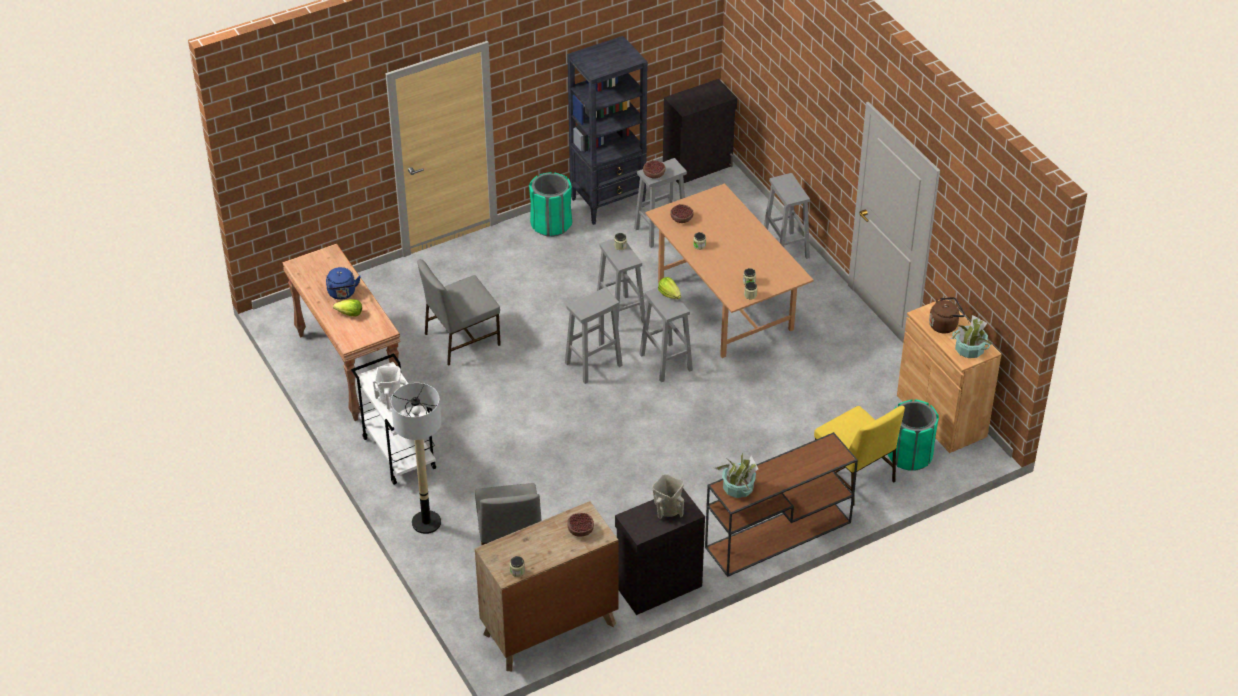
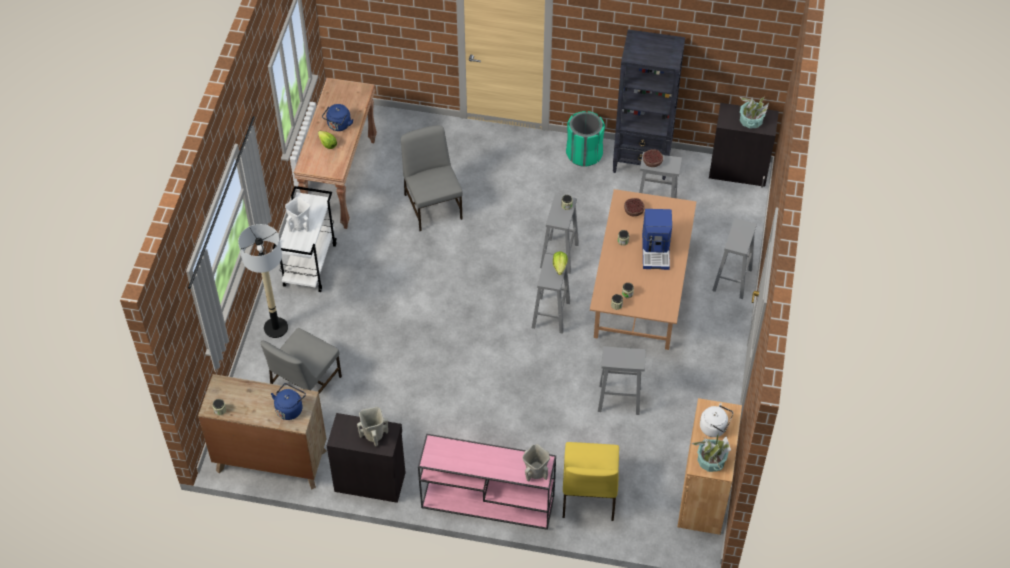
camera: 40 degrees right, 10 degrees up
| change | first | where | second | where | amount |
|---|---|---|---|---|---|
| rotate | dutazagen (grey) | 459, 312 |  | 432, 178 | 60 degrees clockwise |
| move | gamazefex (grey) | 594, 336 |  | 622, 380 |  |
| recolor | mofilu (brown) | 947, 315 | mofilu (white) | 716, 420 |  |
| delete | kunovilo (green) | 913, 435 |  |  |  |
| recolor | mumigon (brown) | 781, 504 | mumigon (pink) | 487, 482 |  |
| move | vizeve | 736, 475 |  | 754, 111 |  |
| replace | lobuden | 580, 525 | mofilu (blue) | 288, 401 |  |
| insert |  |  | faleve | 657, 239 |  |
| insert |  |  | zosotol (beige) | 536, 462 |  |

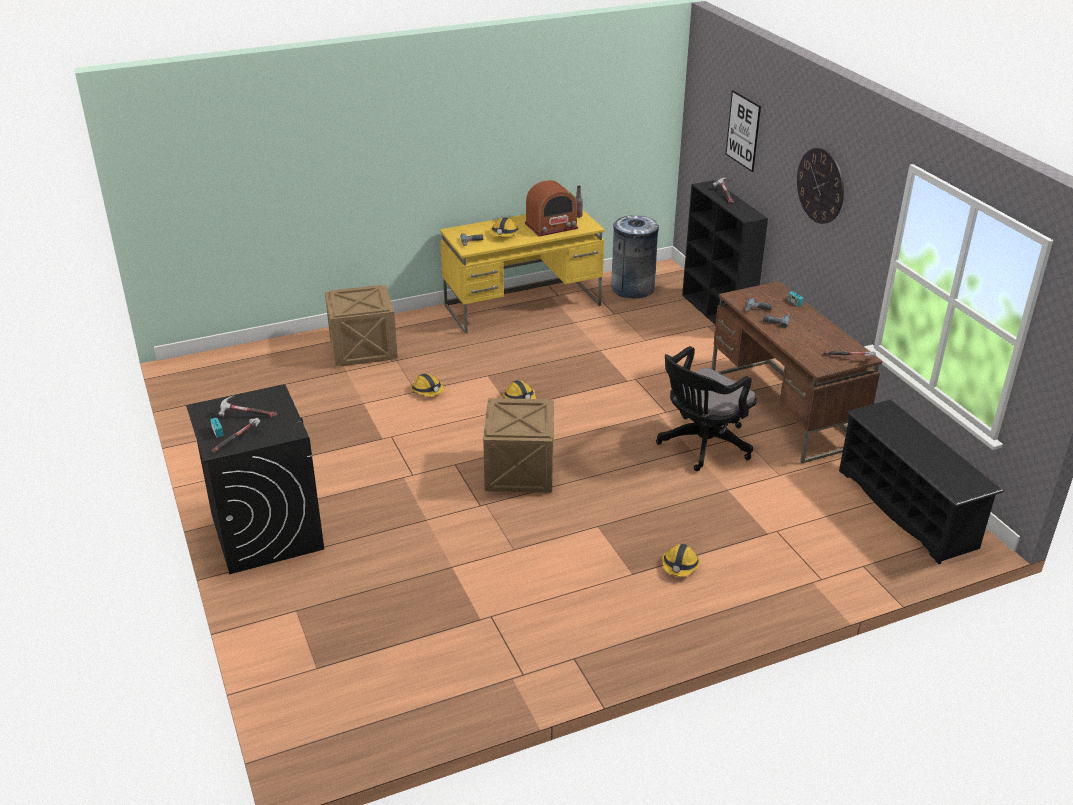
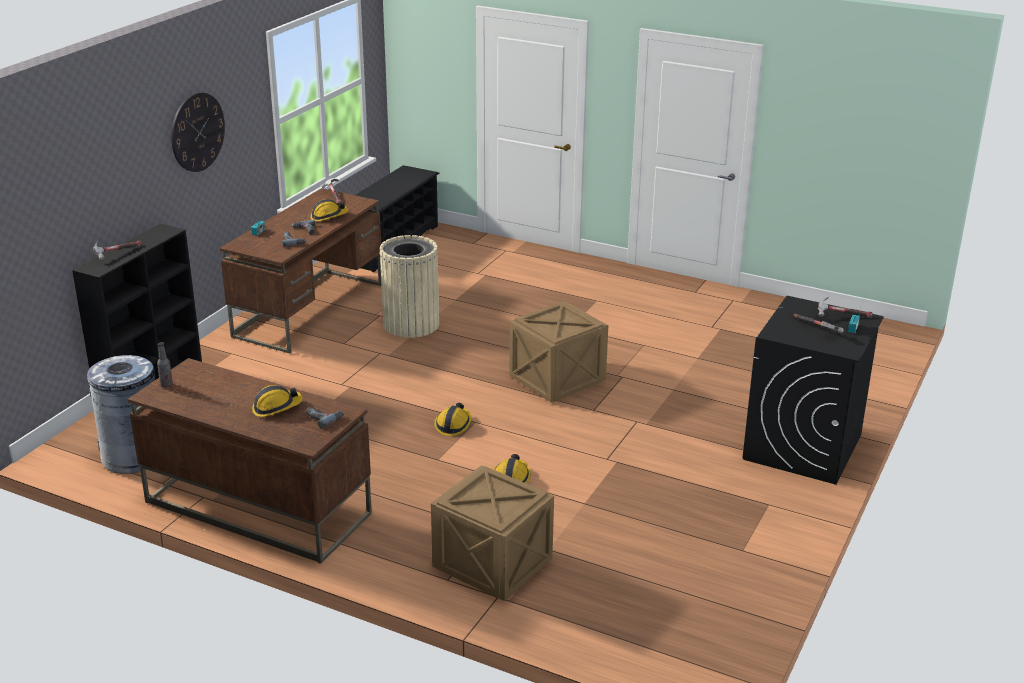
camera: 130 degrees left, 5 degrees down
| change | first | where | second | where | amount |
|---|---|---|---|---|---|
| delete | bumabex | 743, 131 |  |  |  |
| delete | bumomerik | 551, 208 |  |  |  |
| recolor | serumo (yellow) | 522, 272 | serumo (brown) | 249, 461 |  |
| replace | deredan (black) | 706, 408 | kunovilo (beige) | 409, 286 |  |
| move | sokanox | 681, 560 |  | 329, 210 |  |

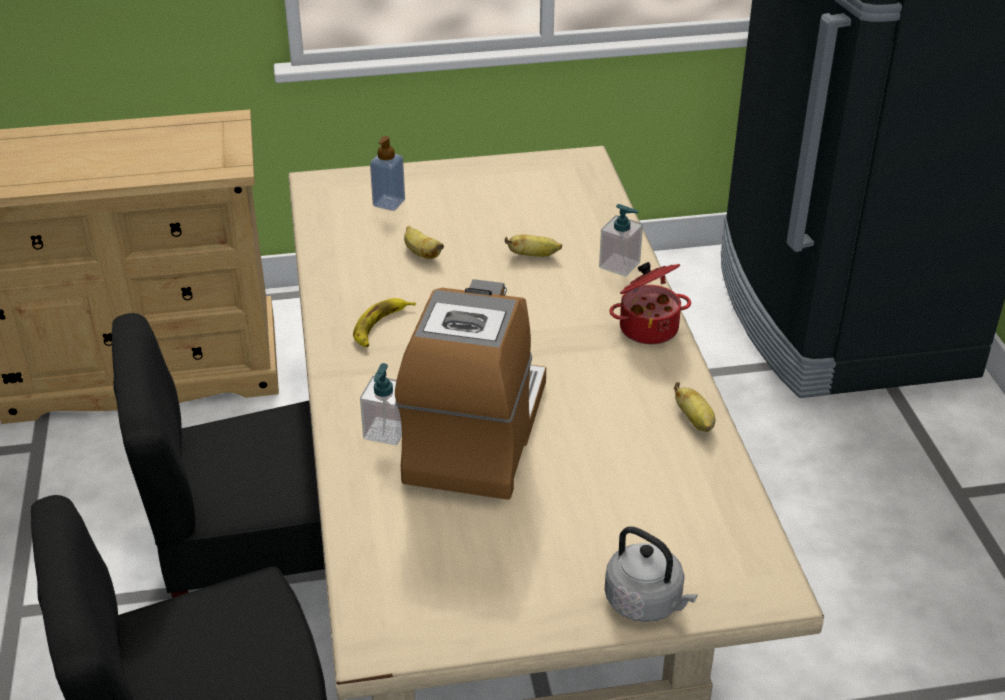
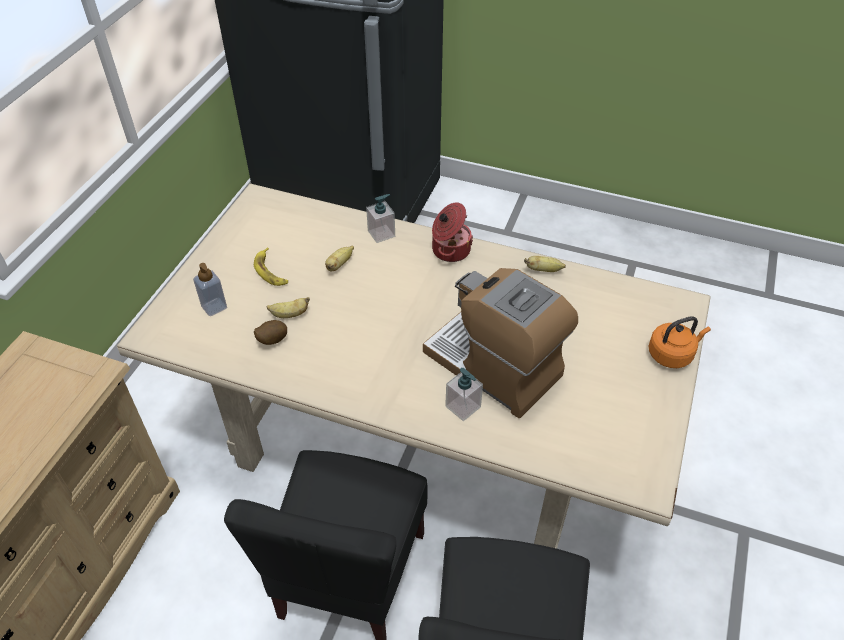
camera: 60 degrees left, 10 degrees up
| change | first | where | second | where | amount |
|---|---|---|---|---|---|
| move | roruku | 384, 322 |  | 271, 266 |  |
| recolor | mofilu (grey) | 651, 574 | mofilu (orange) | 680, 342 |  |
| insert |  |  | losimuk | 270, 332 |  |

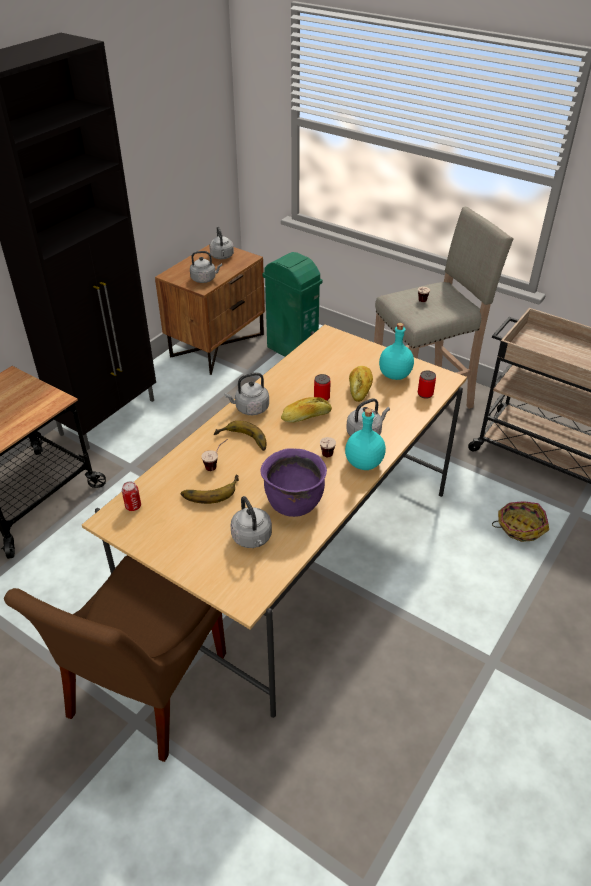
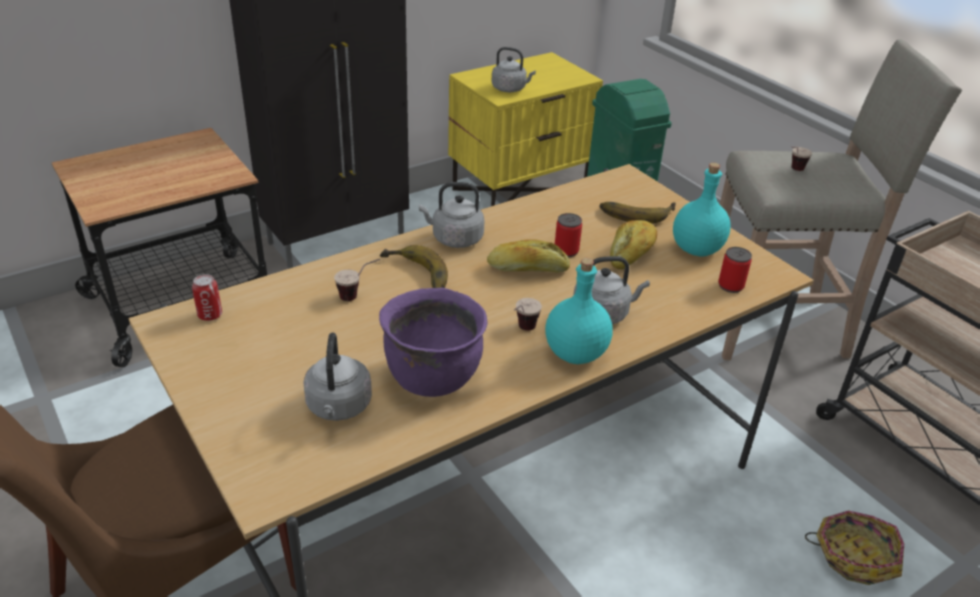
camera: 20 degrees right, 5 degrees down
| change | first | where | second | where | amount |
|---|---|---|---|---|---|
| delete | mofilu (grey) | 221, 243 |  |  |  |
| recolor | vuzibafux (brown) | 210, 309 | vuzibafux (yellow) | 525, 129 |  |
| move | roruku | 210, 489 |  | 638, 213 |  |

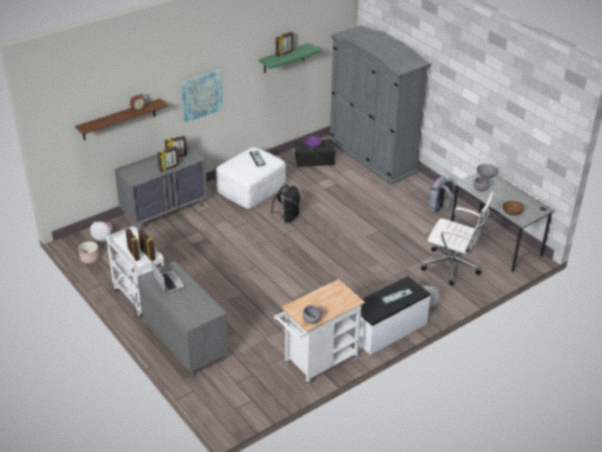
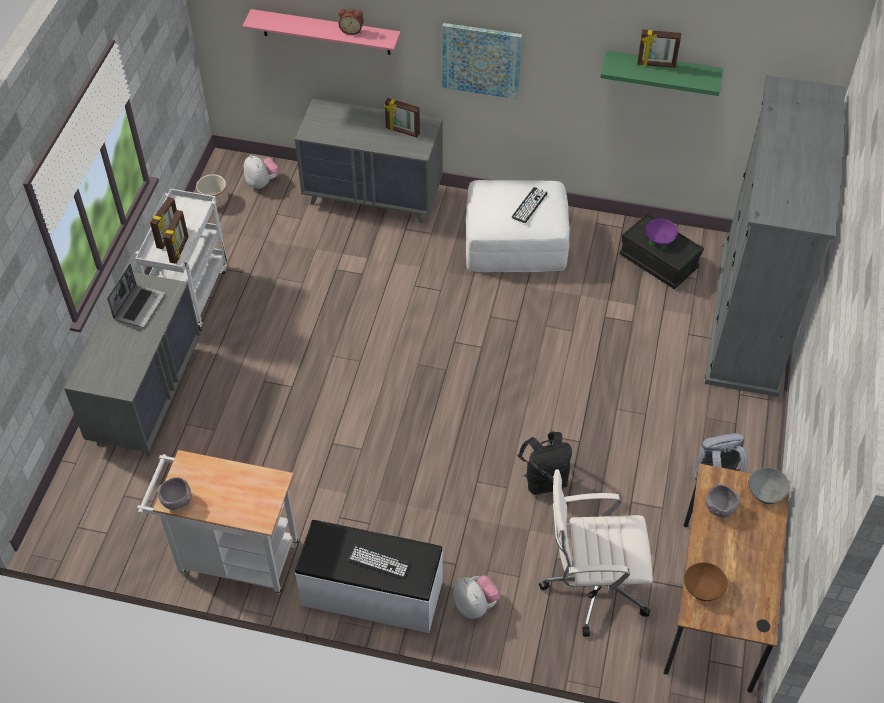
camera: 50 degrees right, 15 degrees up
| change | first | where | second | where | amount |
|---|---|---|---|---|---|
| recolor | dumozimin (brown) | 121, 119 | dumozimin (pink) | 321, 32 |  |
| delete | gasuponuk | 168, 159 |  |  |  |
| recolor | serumo (grey) | 502, 222 | serumo (brown) | 726, 578 |  |
| move | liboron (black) | 285, 204 |  | 545, 463 |  |
| rotate | deredan (white) | 457, 238 |  | 596, 553 | 105 degrees clockwise |

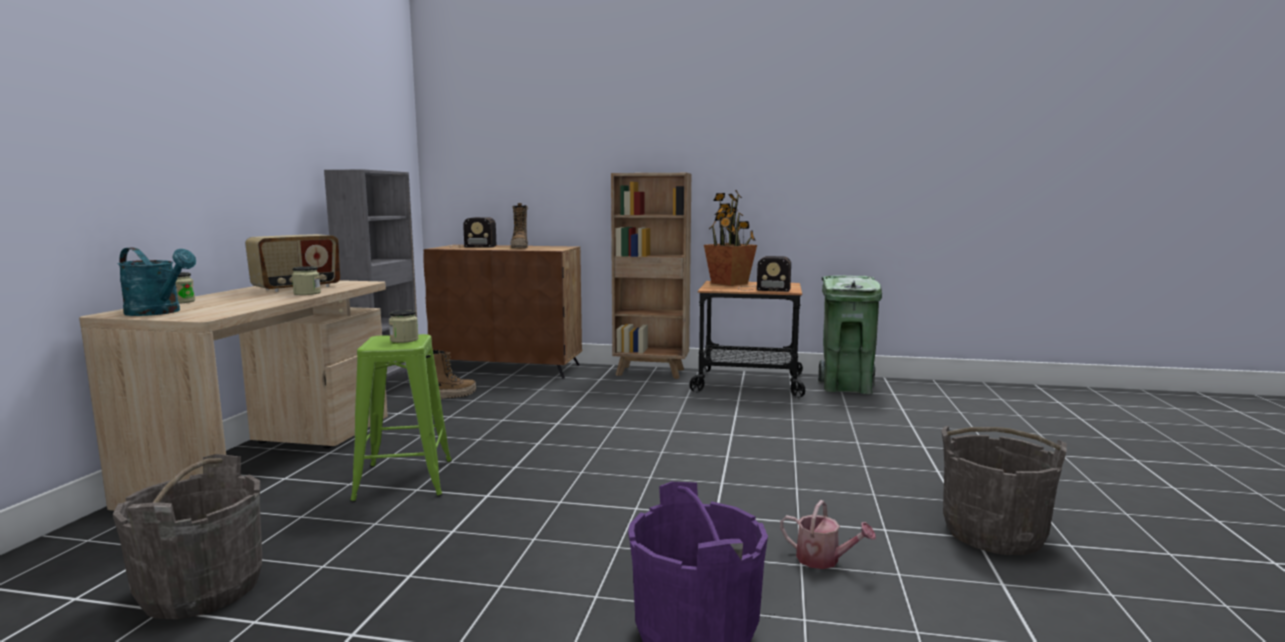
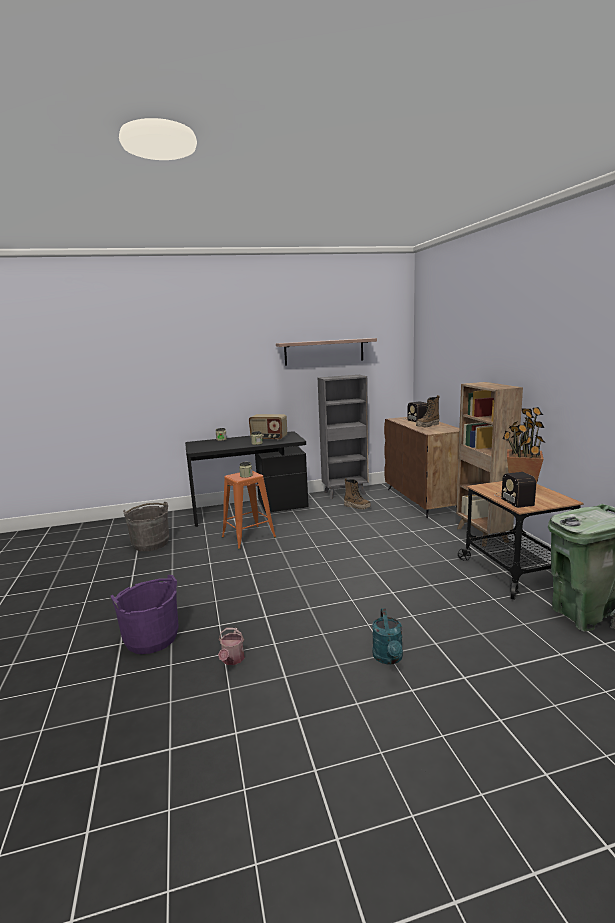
camera: 65 degrees right, 5 degrees up
| change | first | where | second | where | amount |
|---|---|---|---|---|---|
| move | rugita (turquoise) | 157, 281 |  | 387, 636 |  |
| recolor | serumo (beige) | 233, 395 | serumo (black) | 247, 479 |  |
| recolor | gamazefex (green) | 401, 418 | gamazefex (orange) | 249, 510 |  |
| delete | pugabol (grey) | 1004, 490 |  |  |  |
| insert |  |  | dumozimin | 326, 352 |  |

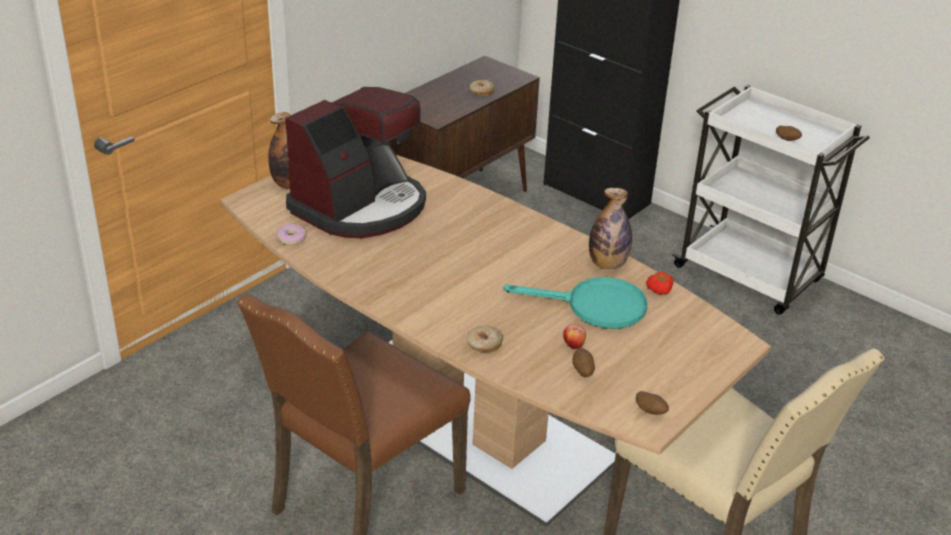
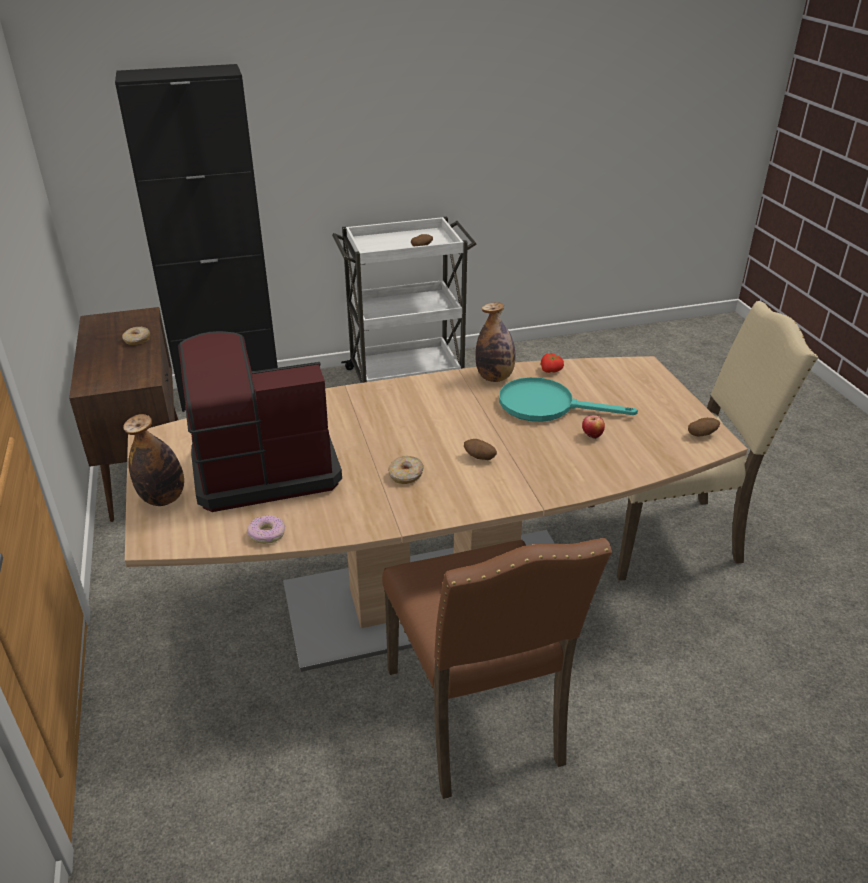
camera: 55 degrees left, 0 degrees up
| change | first | where | second | where | amount |
|---|---|---|---|---|---|
| rotate | faleve | 355, 162 |  | 260, 421 | 90 degrees counterclockwise |
| rotate | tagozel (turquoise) | 576, 303 |  | 568, 399 | 120 degrees counterclockwise |
| move | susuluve | 485, 339 |  | 406, 470 |  |
| move | losimuk | 583, 362 |  | 480, 449 |  |

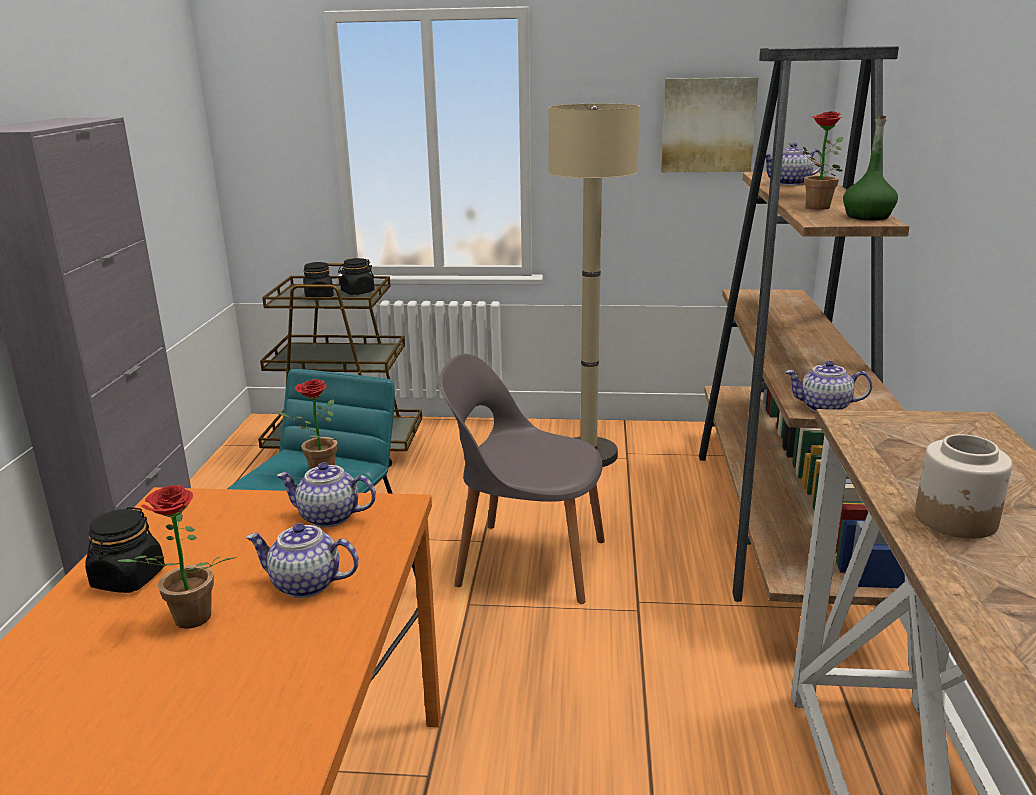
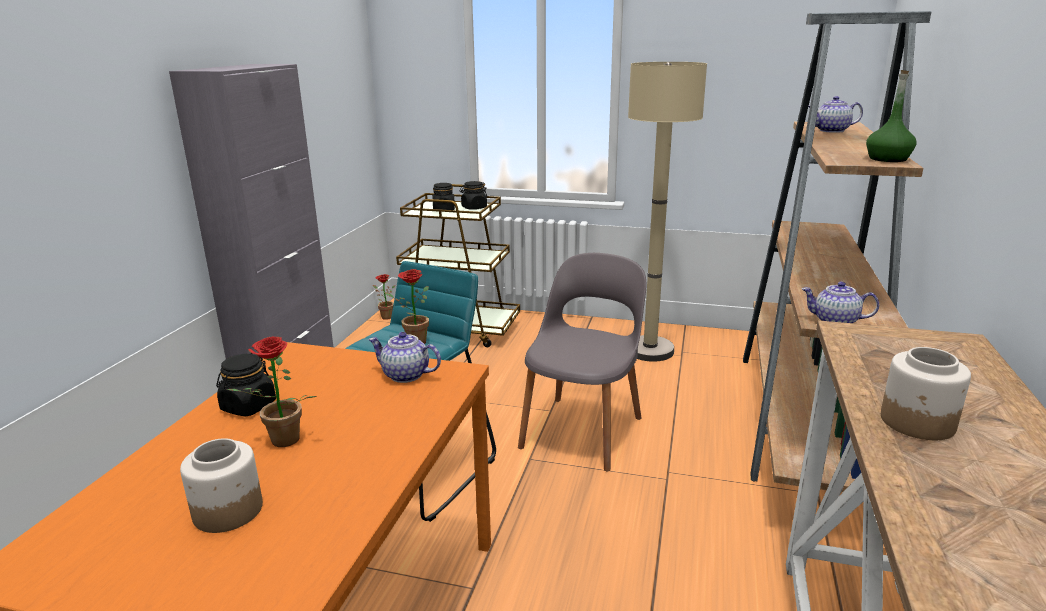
camera: 10 degrees right, 0 degrees up
| change | first | where | second | where | amount |
|---|---|---|---|---|---|
| delete | bumabex | 710, 124 |  |  |  |
| move | vizeve | 815, 160 |  | 384, 297 |  |
| rotate | dutazagen (grey) | 522, 479 |  | 582, 362 | 90 degrees clockwise |
| delete | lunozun | 302, 560 |  |  |  |
| insert |  |  | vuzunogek | 221, 485 |  |

